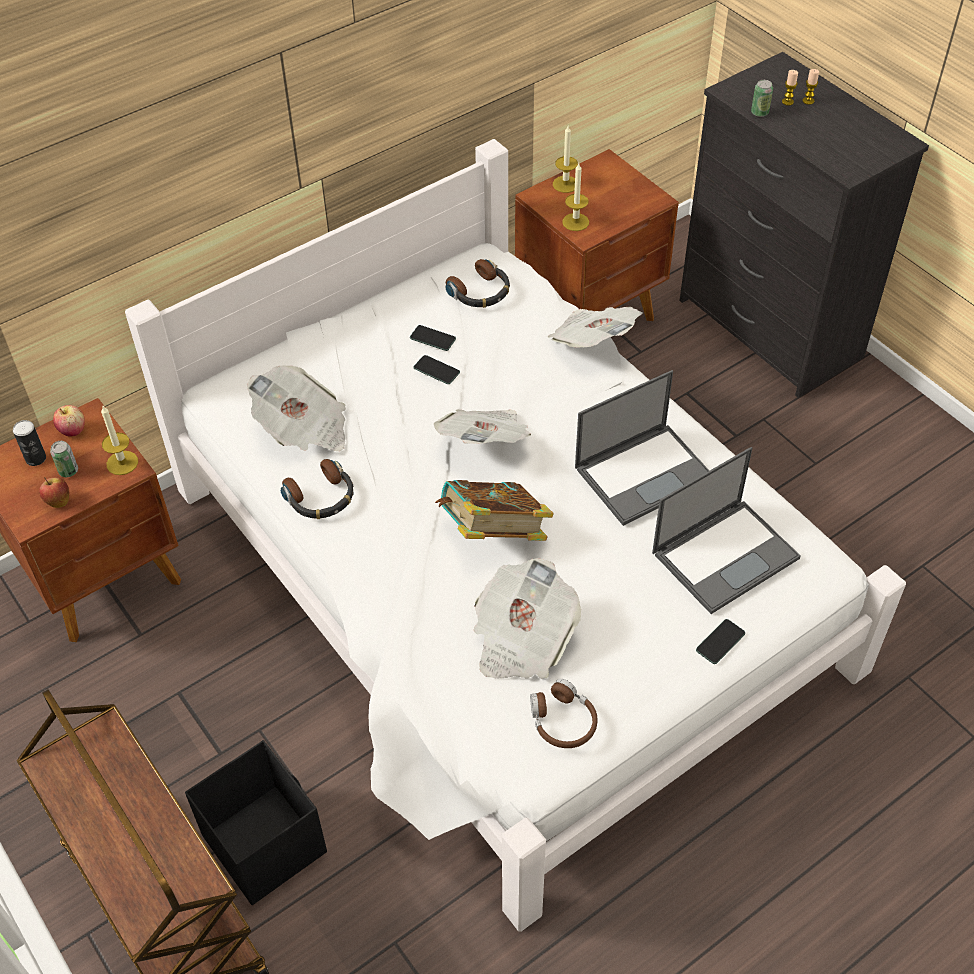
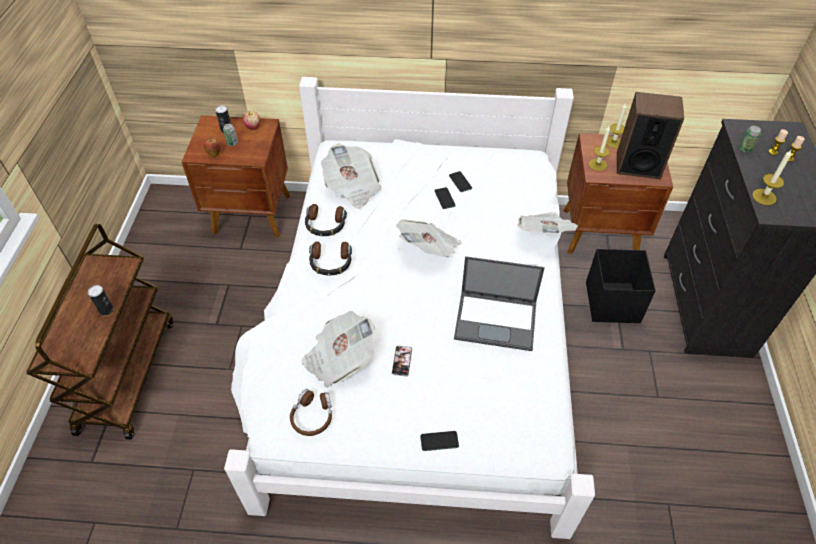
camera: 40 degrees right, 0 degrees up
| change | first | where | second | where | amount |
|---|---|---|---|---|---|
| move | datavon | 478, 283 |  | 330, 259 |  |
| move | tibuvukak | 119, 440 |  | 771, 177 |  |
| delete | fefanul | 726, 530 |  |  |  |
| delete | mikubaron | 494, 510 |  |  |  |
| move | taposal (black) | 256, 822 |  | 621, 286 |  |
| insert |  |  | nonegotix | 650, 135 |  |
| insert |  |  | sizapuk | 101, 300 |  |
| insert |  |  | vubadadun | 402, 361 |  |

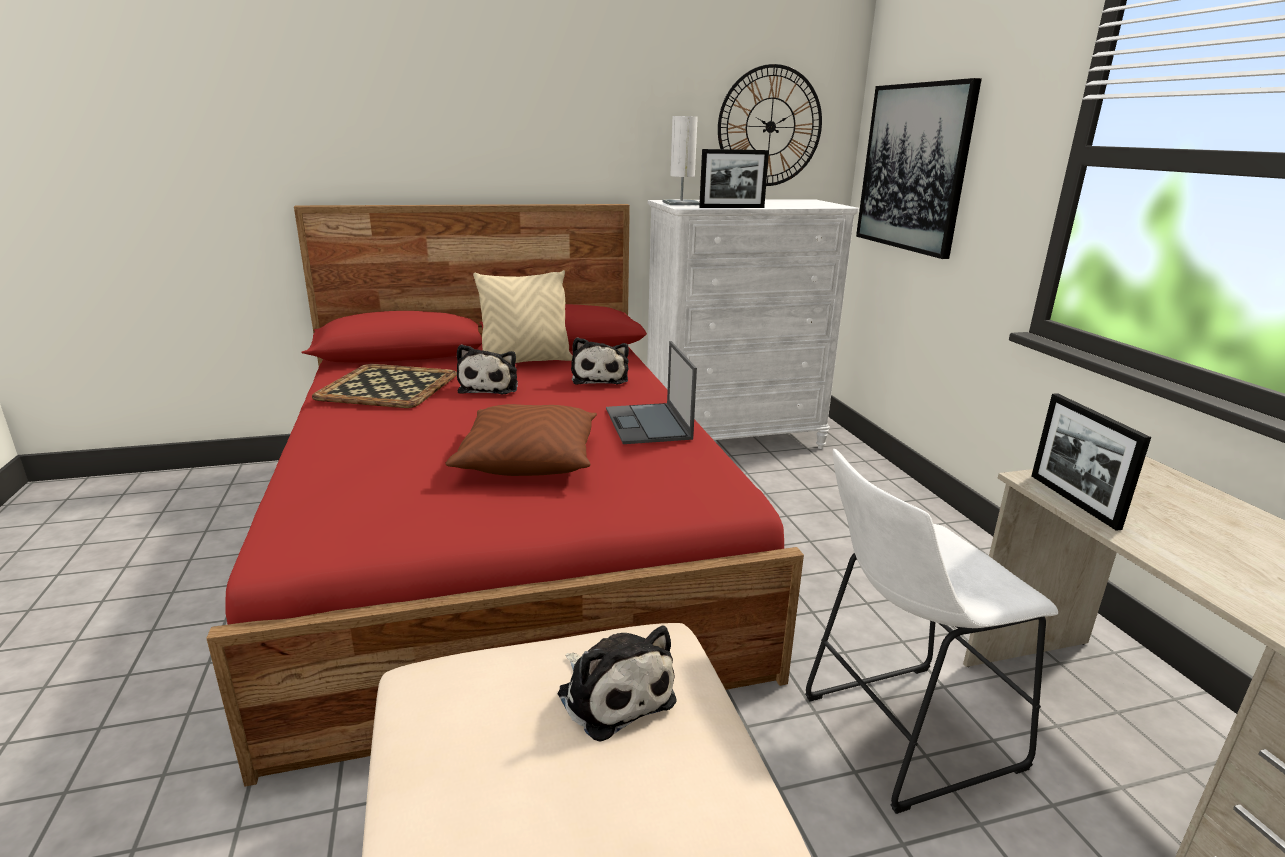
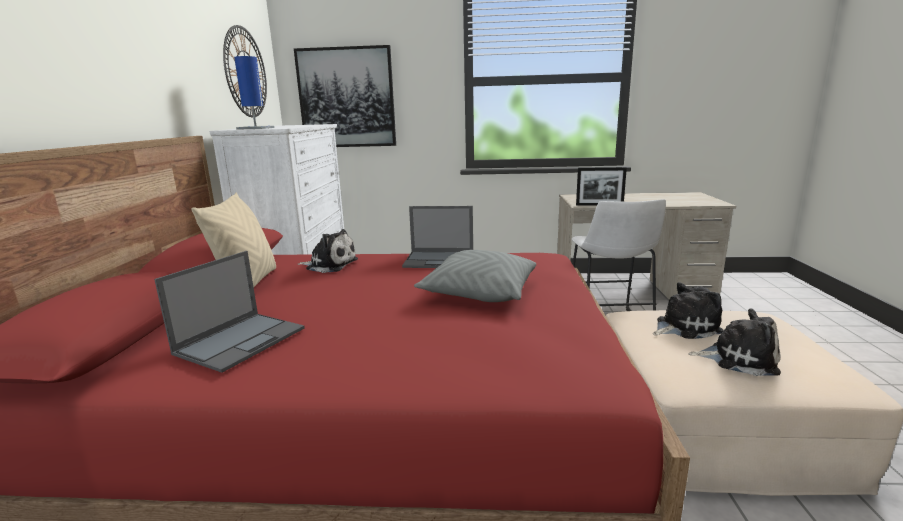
camera: 70 degrees left, 5 degrees down
| change | first | where | second | where | amount |
|---|---|---|---|---|---|
| recolor | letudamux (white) | 681, 160 | letudamux (blue) | 254, 93 |  |
| delete | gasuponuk | 734, 178 |  |  |  |
| move | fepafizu | 487, 369 |  | 735, 342 |  |
| replace | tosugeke | 384, 386 | fefanul | 229, 312 |  |
| recolor | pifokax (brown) | 521, 440 | pifokax (grey) | 475, 276 |  |

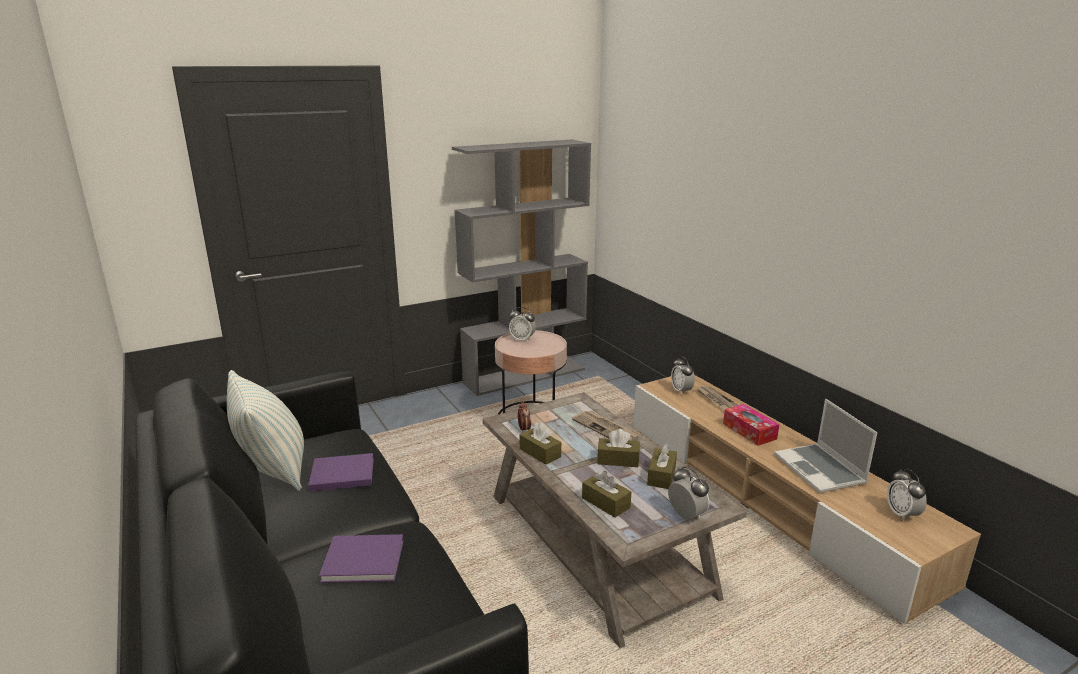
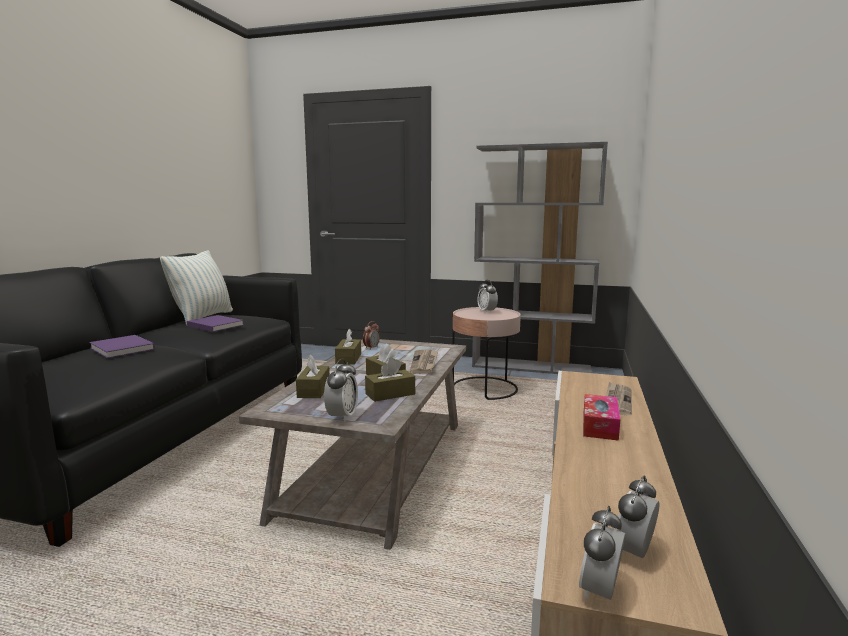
camera: 45 degrees right, 10 degrees down
| change | first | where | second | where | amount |
|---|---|---|---|---|---|
| move | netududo | 683, 375 |  | 602, 553 |  |
| delete | fefanul | 826, 446 |  |  |  |

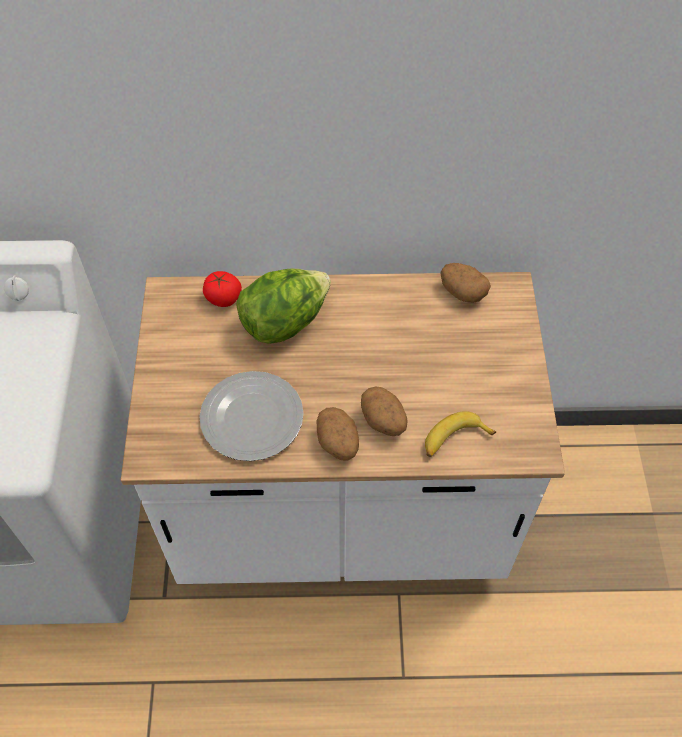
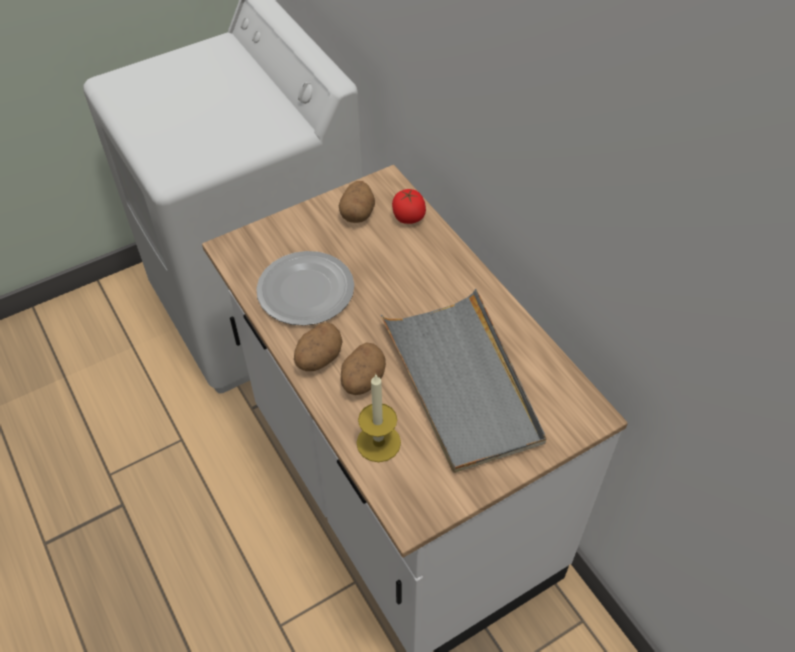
camera: 60 degrees right, 5 degrees down
| change | first | where | second | where | amount |
|---|---|---|---|---|---|
| move | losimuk | 465, 283 |  | 357, 202 |  |
| delete | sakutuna | 284, 306 |  |  |  |
| replace | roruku | 460, 434 | tibuvukak | 379, 418 |  |
| insert |  |  | tosugeke (grey) | 464, 381 |  |

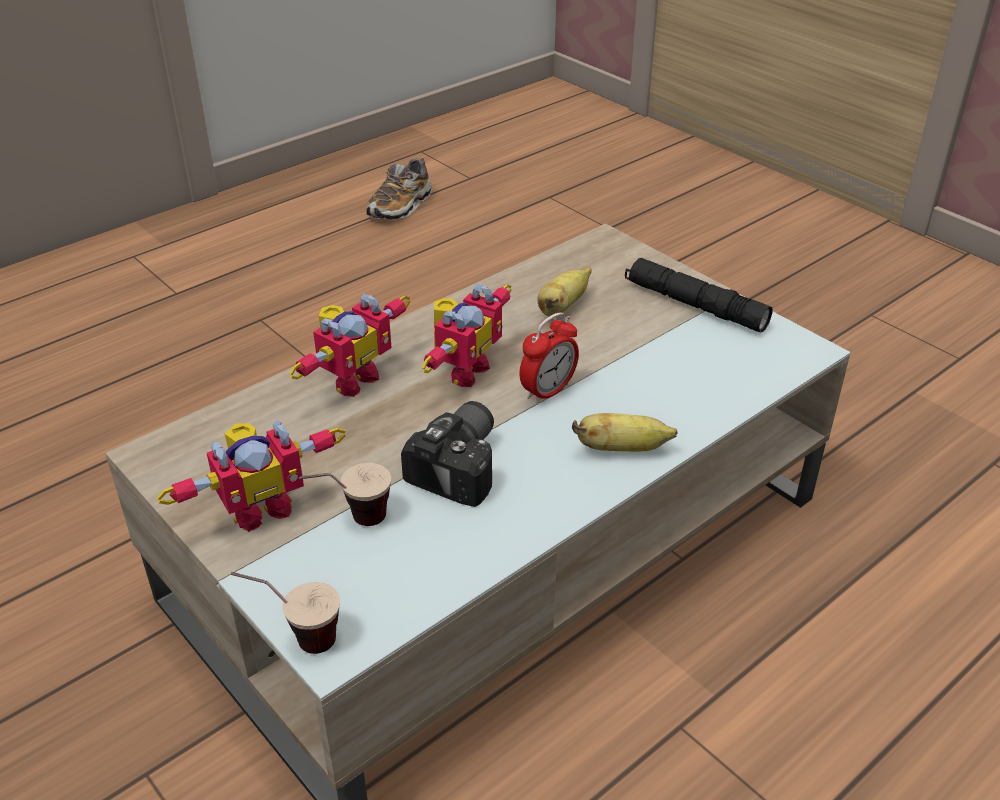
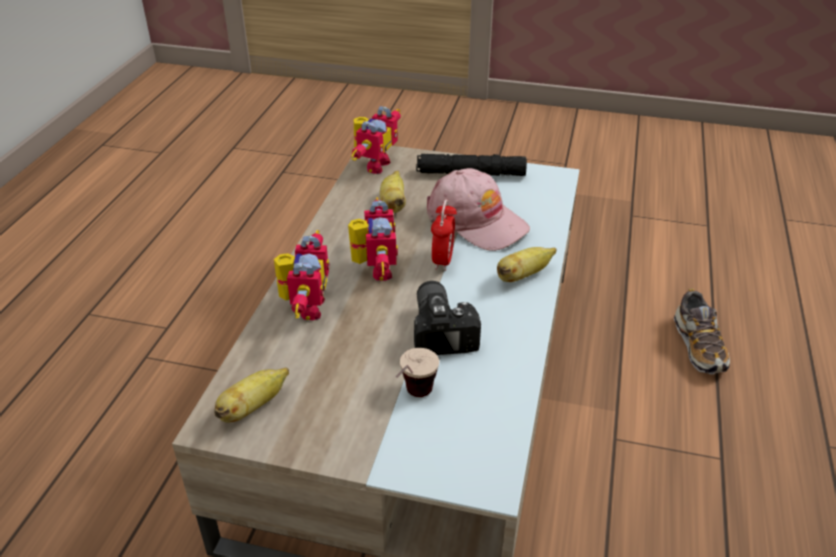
camera: 35 degrees left, 0 degrees up
| change | first | where | second | where | amount |
|---|---|---|---|---|---|
| move | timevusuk | 399, 188 |  | 702, 331 |  |
| move | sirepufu | 251, 476 |  | 376, 140 |  |
| delete | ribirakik | 285, 613 |  |  |  |
| insert |  |  | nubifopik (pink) | 478, 209 |  |
| insert |  |  | roruku | 251, 395 |  |

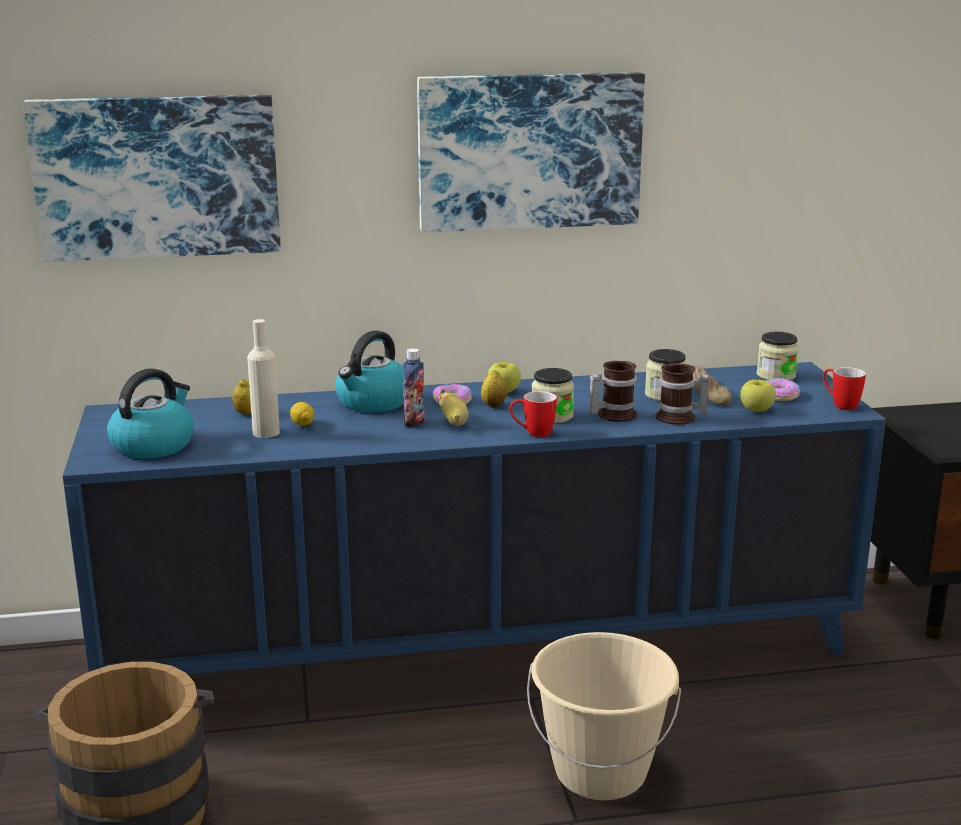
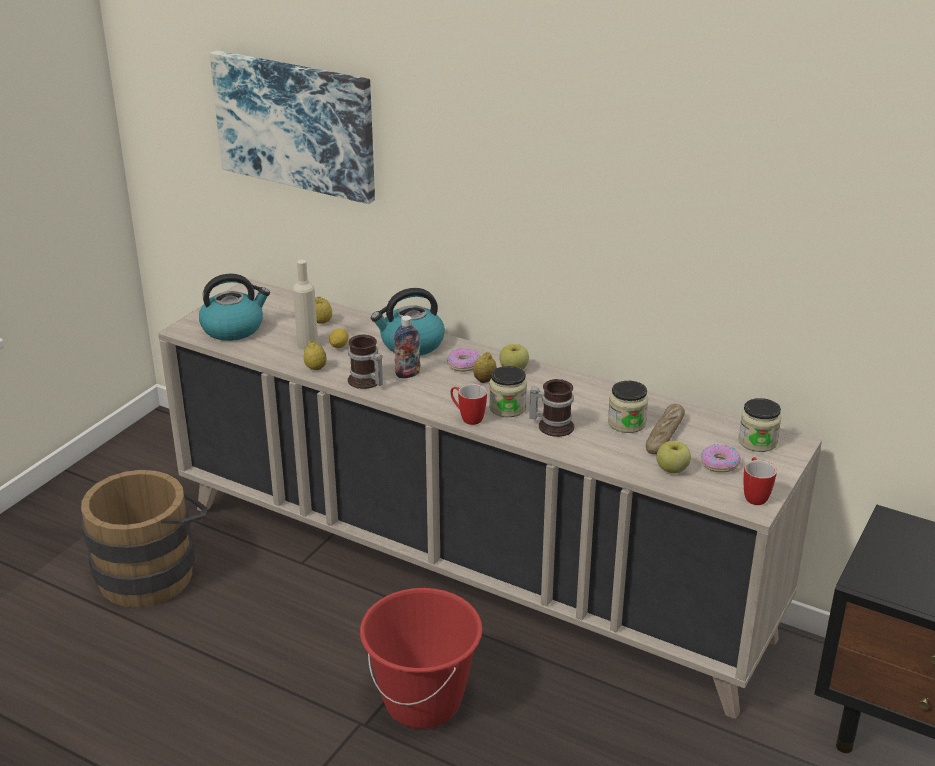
camera: 40 degrees right, 10 degrees up
| change | first | where | second | where | amount |
|---|---|---|---|---|---|
| delete | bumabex | 531, 152 |  |  |  |
| recolor | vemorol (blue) | 474, 518 | vemorol (beige) | 490, 498 |  |
| move | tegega | 682, 394 |  | 365, 362 |  |
| delete | roruku | 454, 407 |  |  |  |
| recolor | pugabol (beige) | 604, 716 | pugabol (red) | 421, 658 |  |
| insert |  |  | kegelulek | 315, 355 |  |

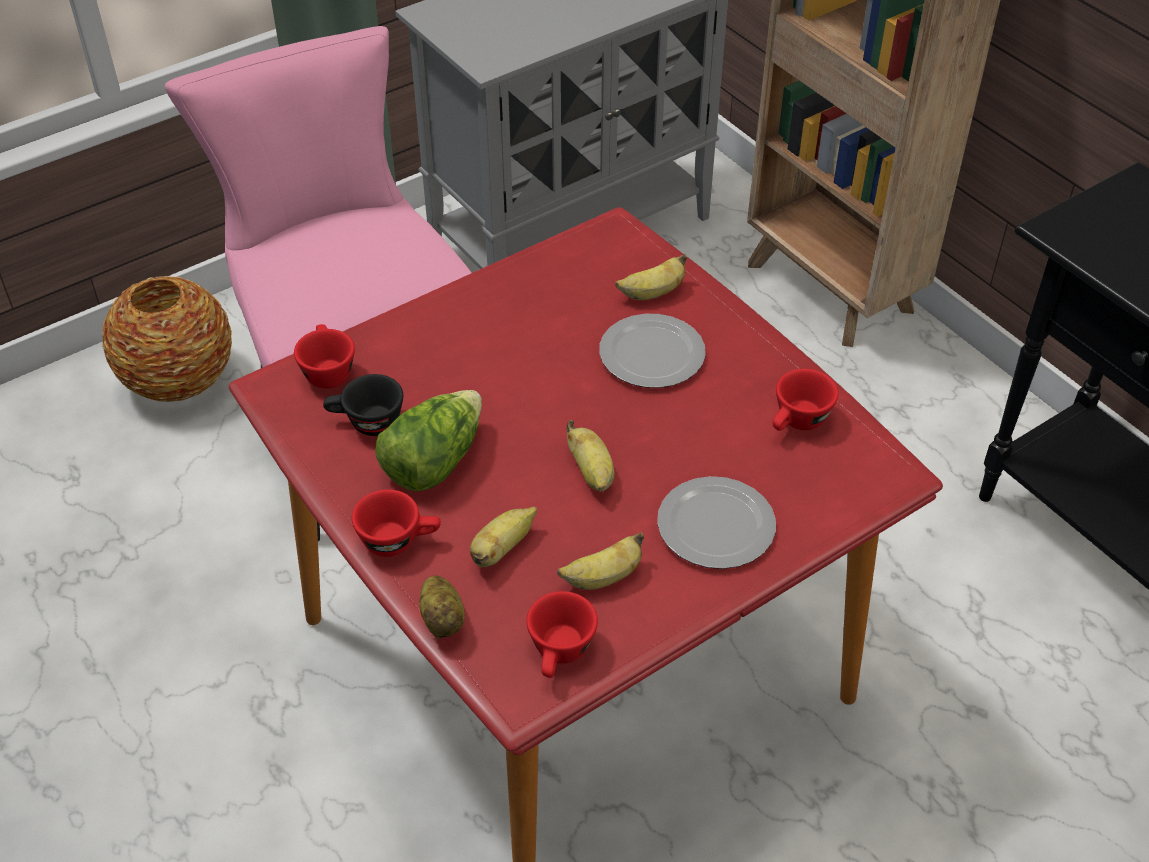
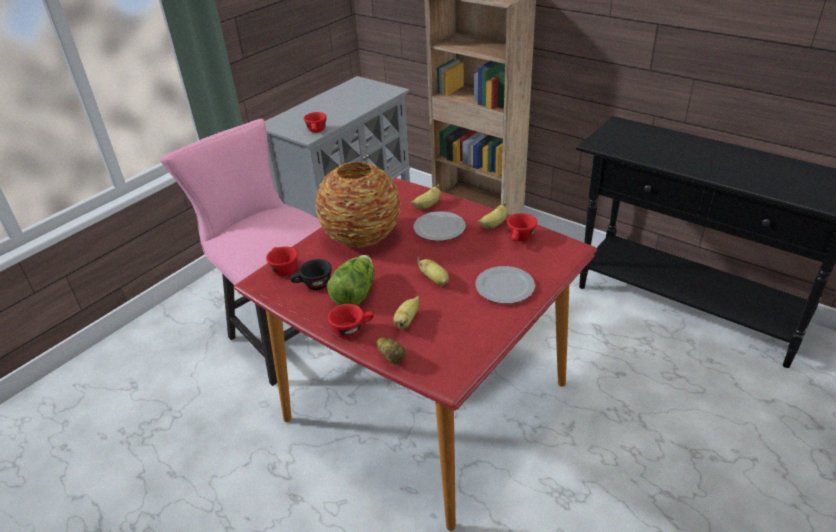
camera: 15 degrees left, 10 degrees down
| change | first | where | second | where | amount |
|---|---|---|---|---|---|
| move | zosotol | 167, 339 |  | 358, 205 |  |
| move | roruku | 600, 561 |  | 493, 215 |  |
| move | ribirakik (red) | 562, 634 |  | 315, 122 |  |

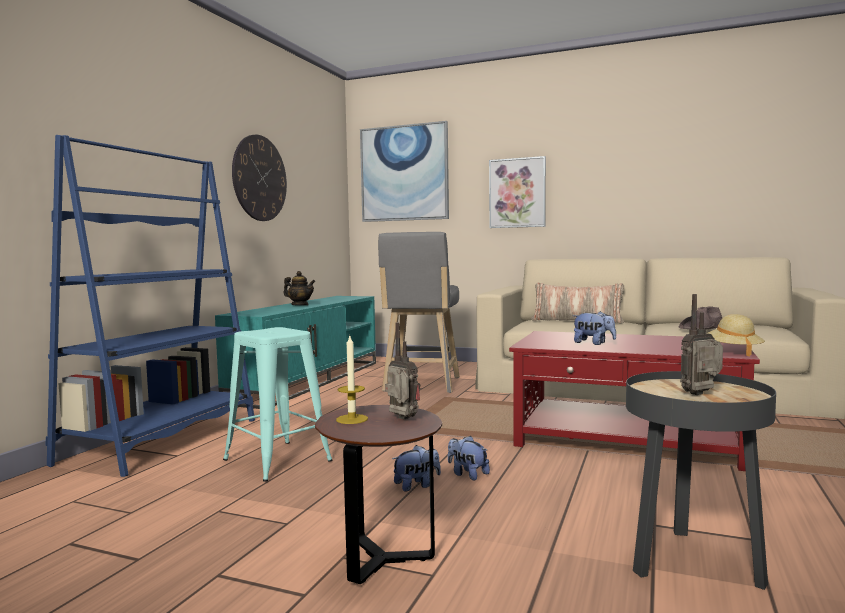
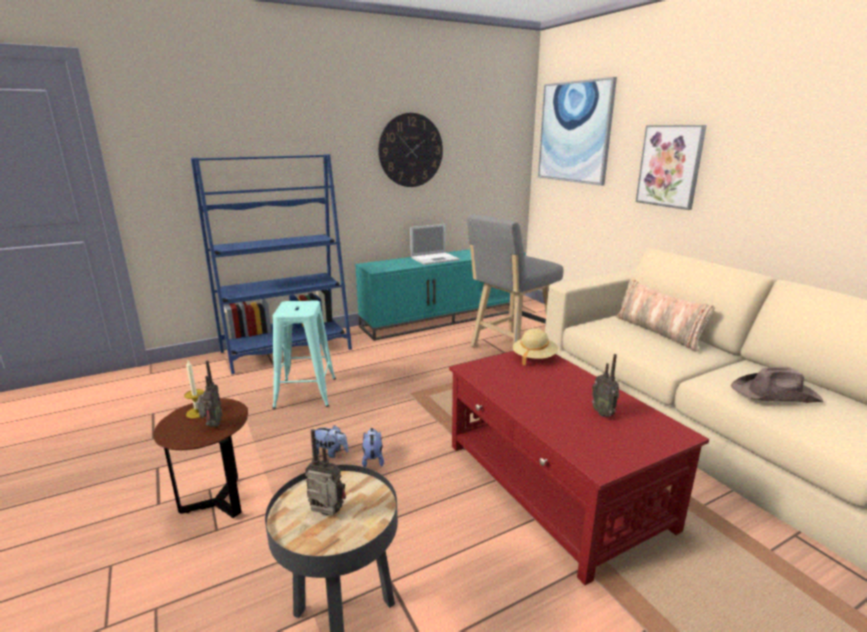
camera: 40 degrees right, 15 degrees up
| change | first | where | second | where | amount |
|---|---|---|---|---|---|
| replace | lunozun | 299, 288 | fefanul | 435, 244 |  |
| delete | fepafizu | 594, 328 |  |  |  |
| move | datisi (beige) | 736, 335 |  | 535, 347 |  |
| insert |  |  | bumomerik | 605, 385 |  |

